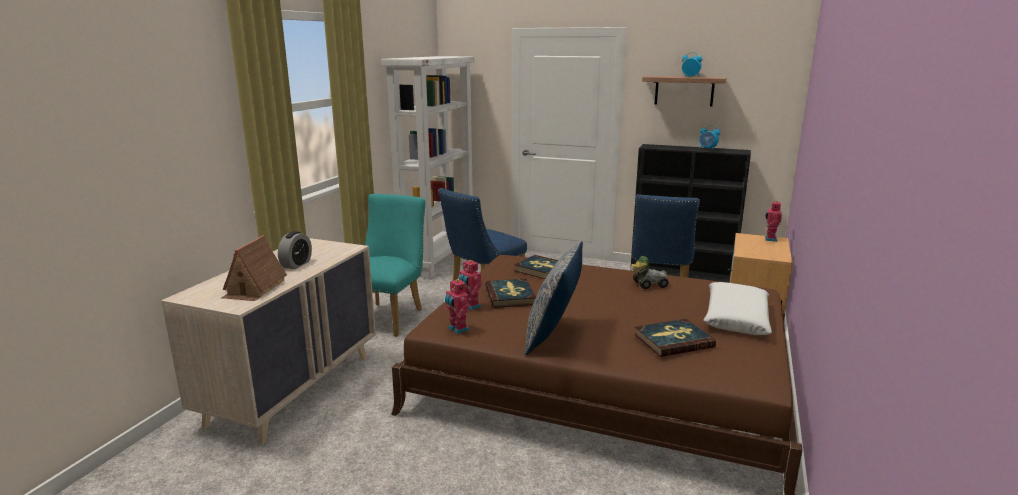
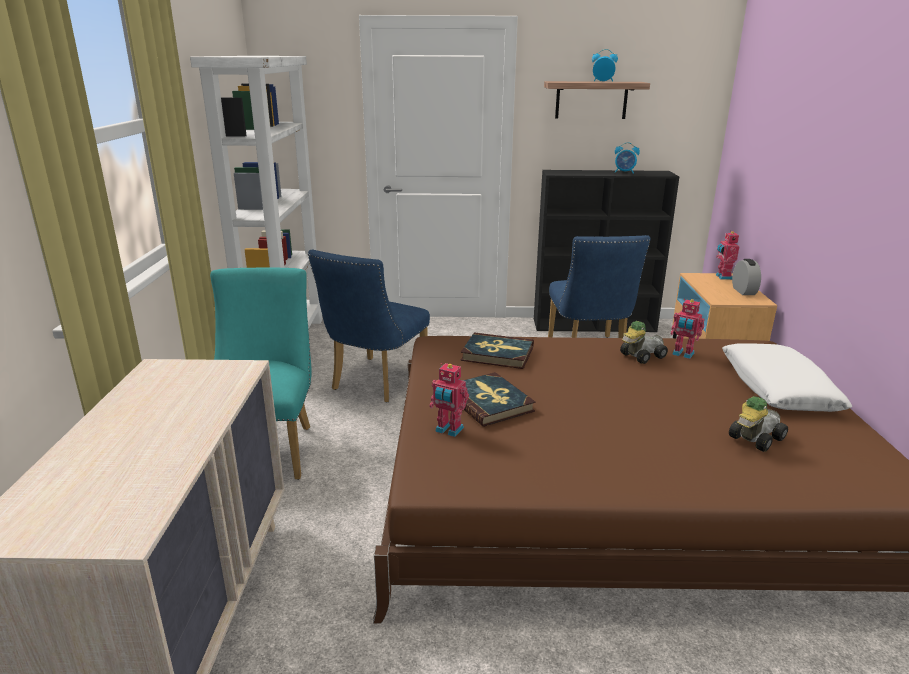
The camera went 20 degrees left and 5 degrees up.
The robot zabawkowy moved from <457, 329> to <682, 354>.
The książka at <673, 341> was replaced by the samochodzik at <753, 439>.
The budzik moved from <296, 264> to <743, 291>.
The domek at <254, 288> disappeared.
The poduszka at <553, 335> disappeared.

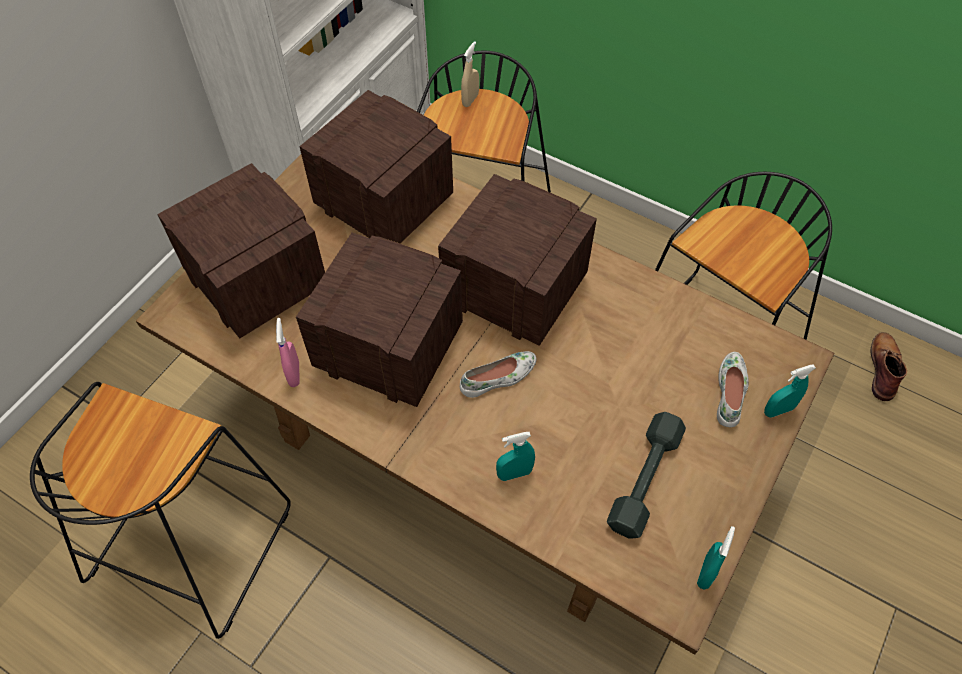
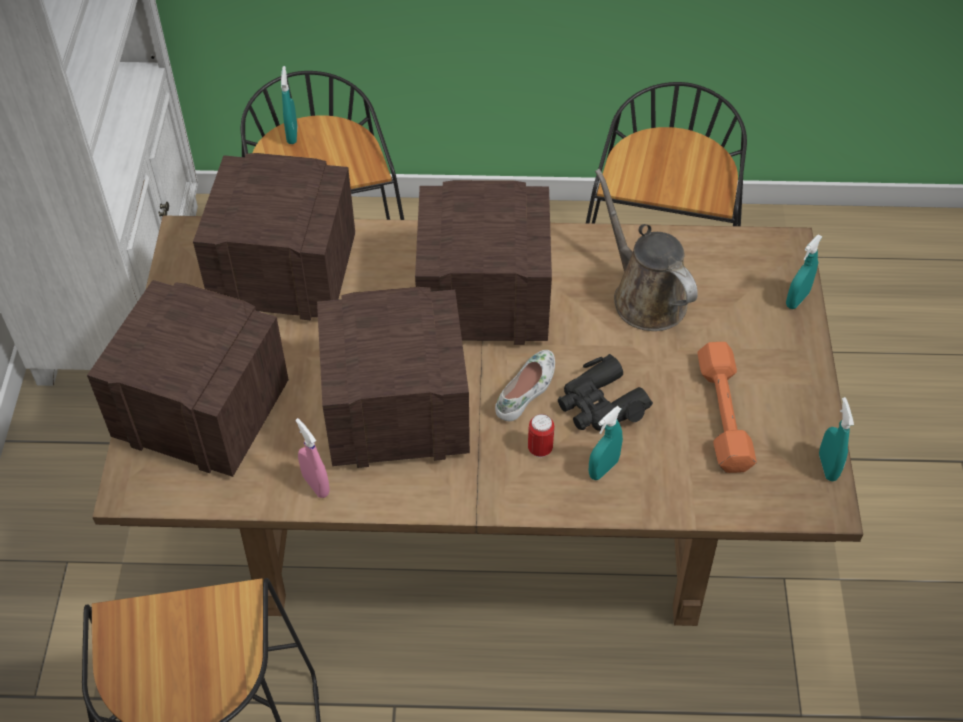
The camera went 30 degrees left and 5 degrees down.
The spryskiwacz (beżowy) at <470, 100> became the spryskiwacz (turkusowy) at <292, 135>.
The puszka at <540, 449> appeared.
The lornetka (czarny) at <600, 404> appeared.
The konewka (brązowy) at <644, 296> appeared.
The hantel (szary) at <644, 478> became the hantel (pomarańczowy) at <723, 414>.
The but (biały) at <731, 392> disappeared.
The but z cholewką (brązowy) at <883, 367> disappeared.

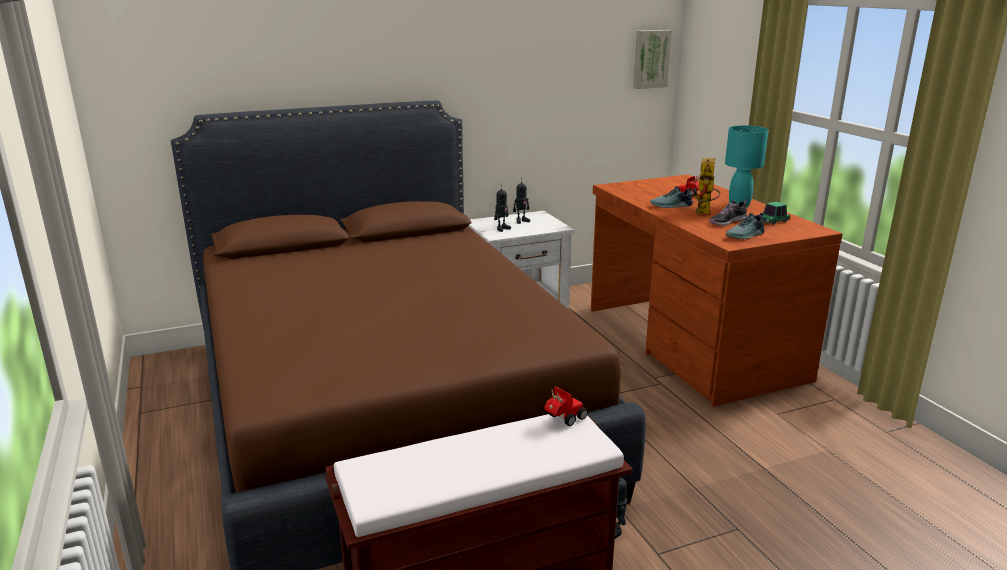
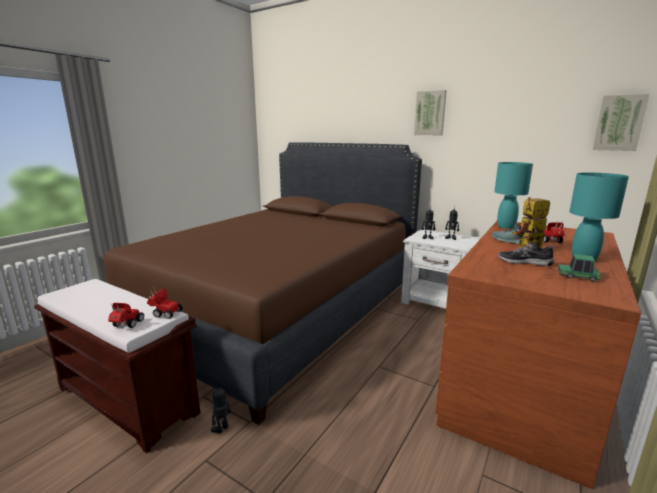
The camera went 55 degrees right and 5 degrees down.
The samochodzik at <126, 325> appeared.
The obraz at <430, 113> appeared.
The lampa stołowa (turkusowy) at <505, 227> appeared.
The but at <746, 236> disappeared.

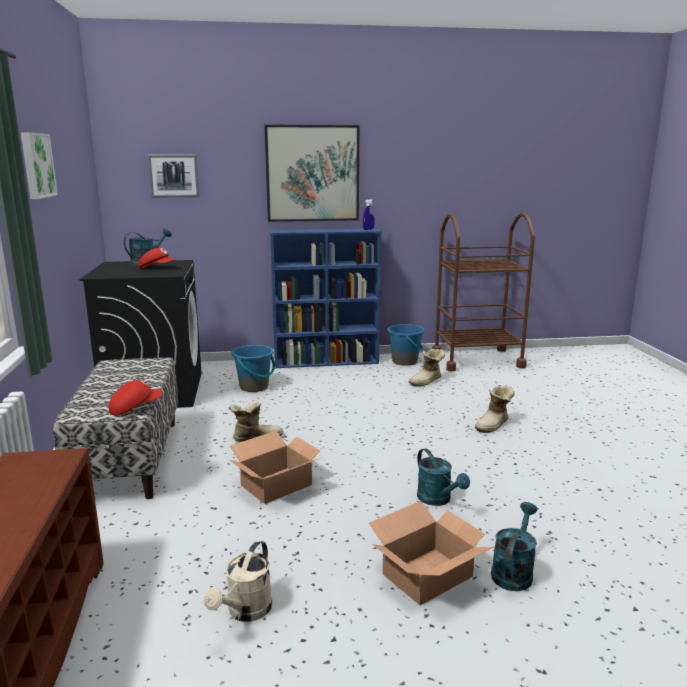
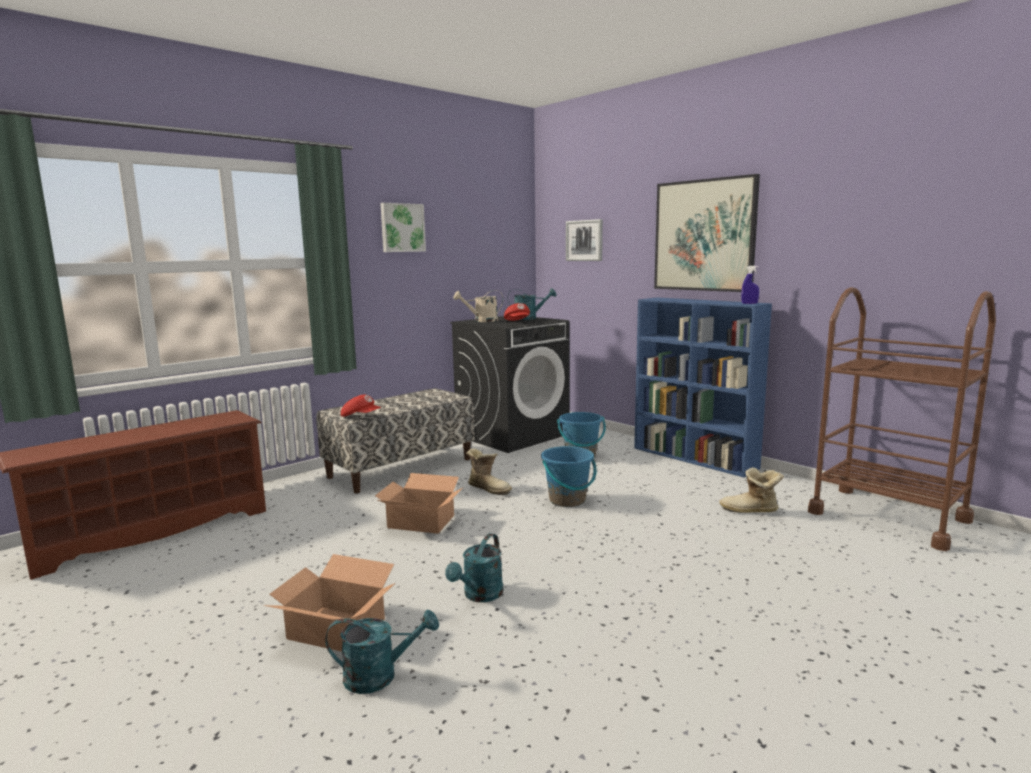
The camera went 55 degrees right and 5 degrees down.
The konewka (beżowy) moved from <245, 612> to <481, 321>.
The wiadro (niebieski) moved from <405, 361> to <567, 500>.
The but z cholewką at <494, 425> disappeared.

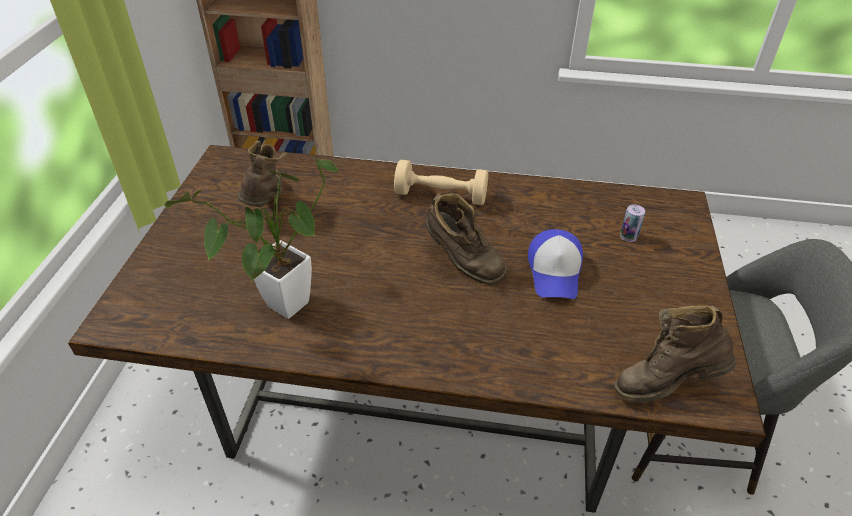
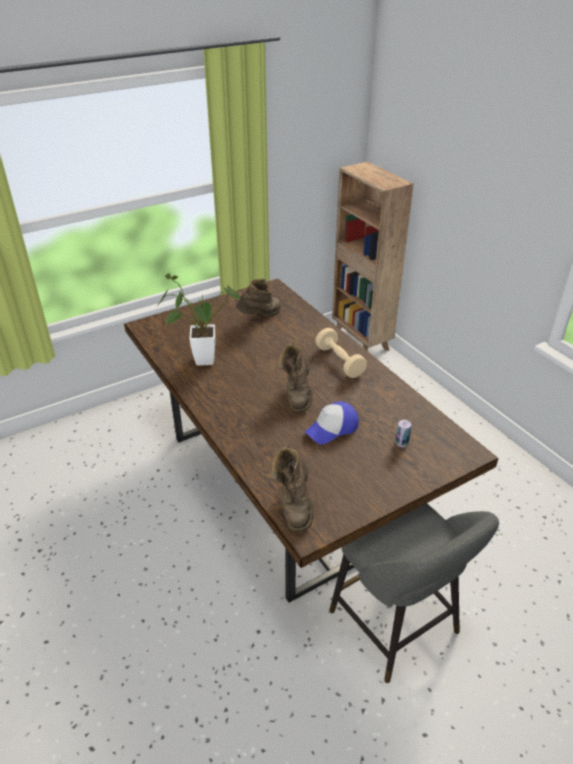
The camera went 50 degrees right and 5 degrees down.
The but z cholewką (brązowy) at <665, 384> turned 135 degrees counterclockwise.

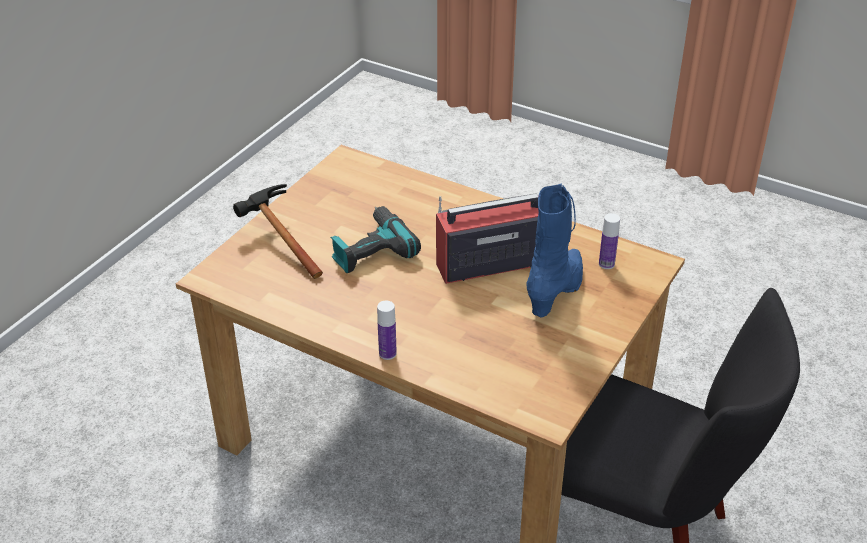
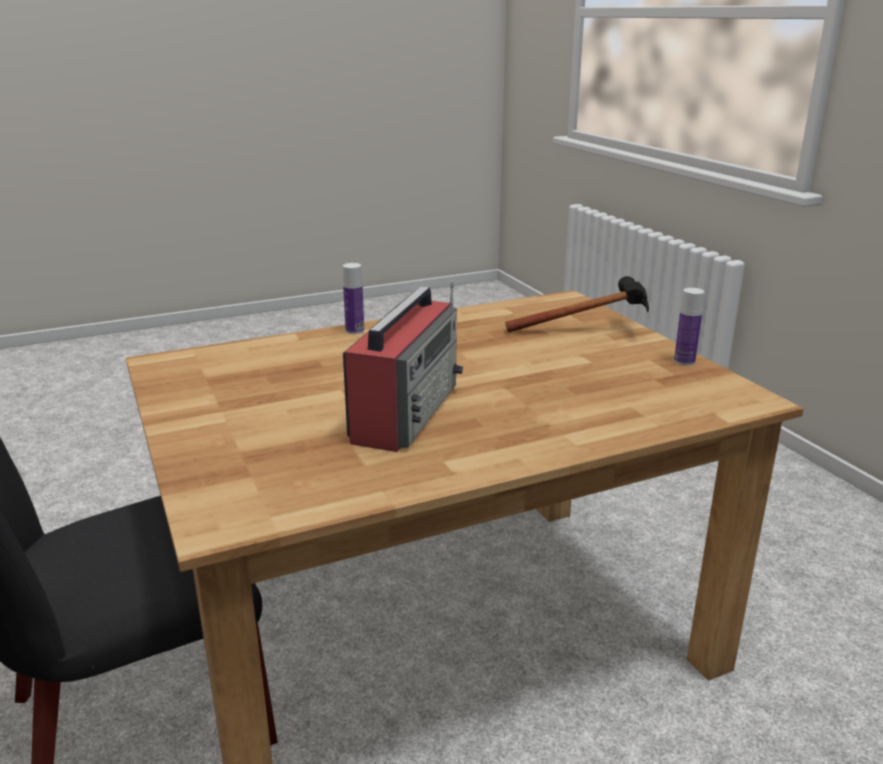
The camera went 125 degrees right and 15 degrees down.
The butelka moved from <606, 264> to <684, 361>.
The wiertarka at <370, 249> disappeared.
The but z cholewką (niebieski) at <557, 291> disappeared.

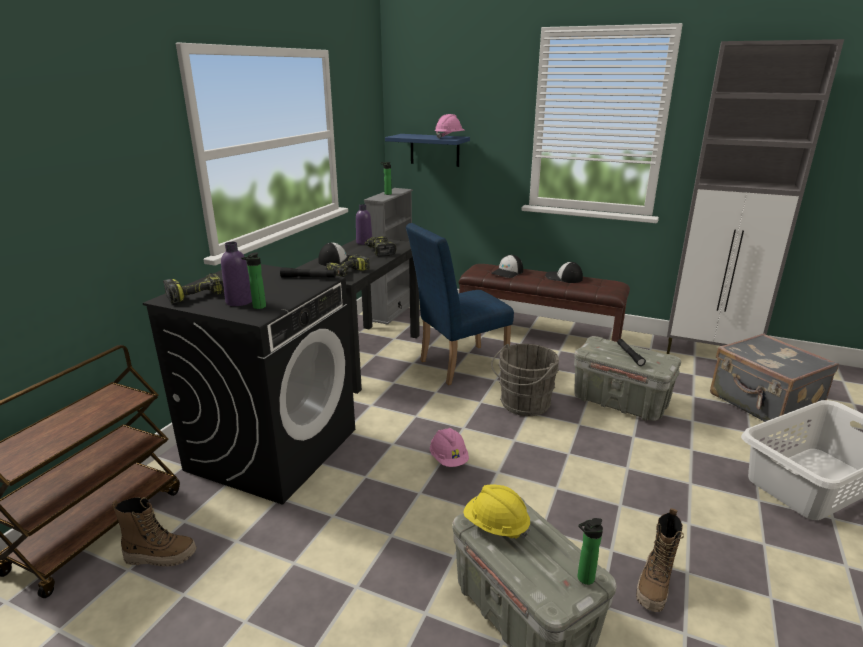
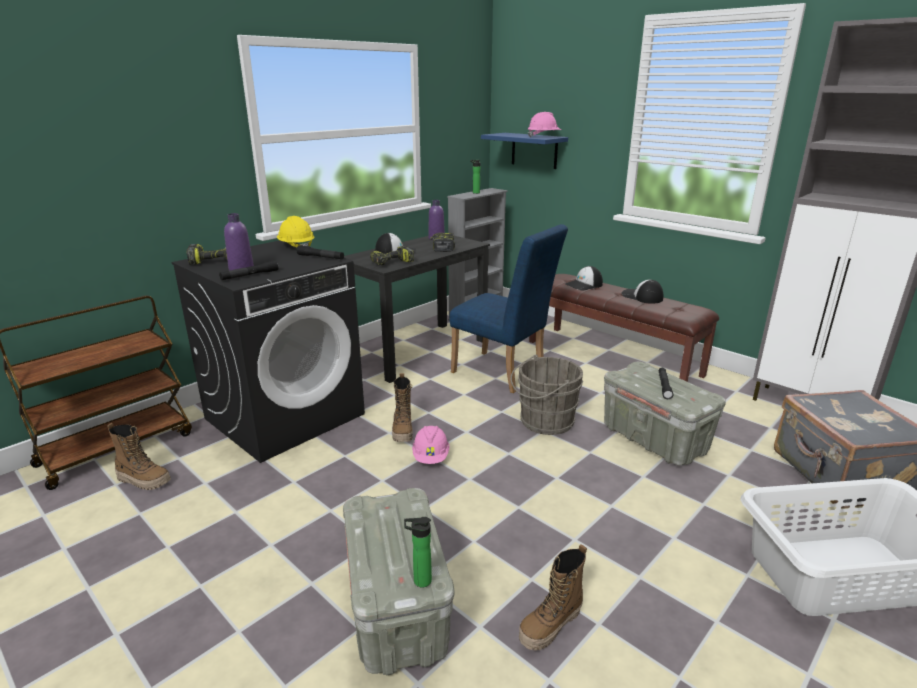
The camera went 20 degrees right and 0 degrees up.
The butelka at <258, 307> was replaced by the latarka (czarny) at <250, 275>.
The kask (żółty) moved from <496, 526> to <296, 246>.
The but z cholewką at <403, 431> appeared.
The krzesło (niebieski) at <457, 365> turned 135 degrees counterclockwise.

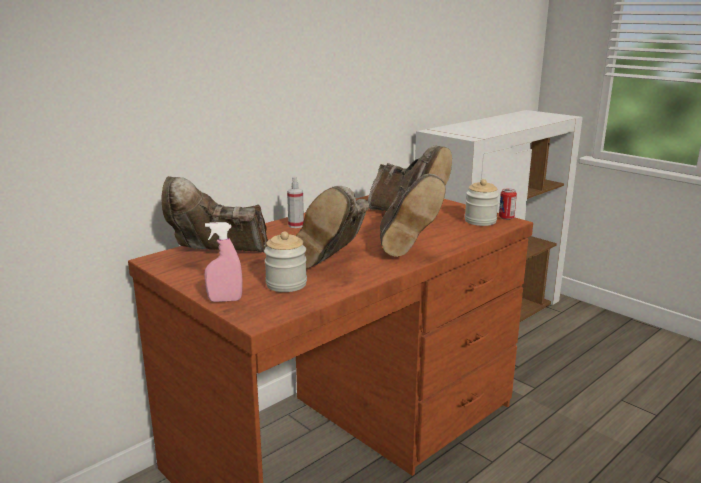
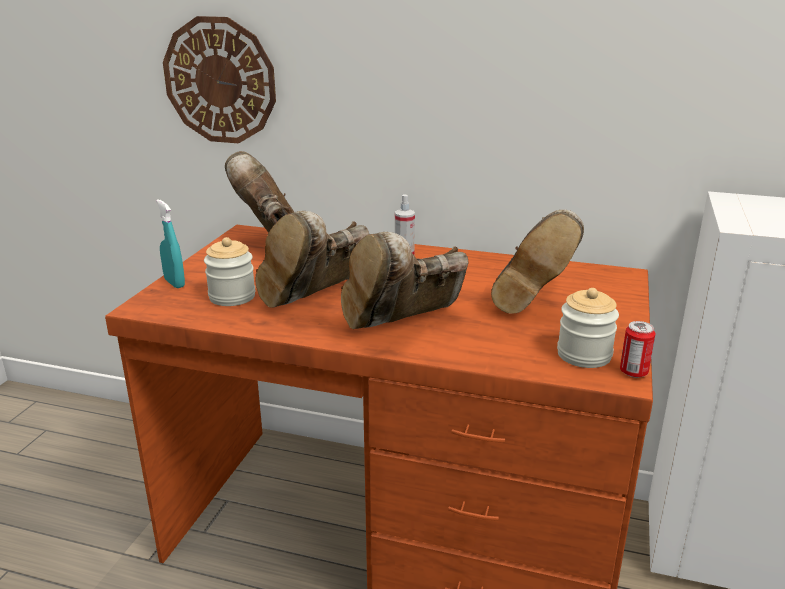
The camera went 60 degrees right and 5 degrees up.
The spryskiwacz (różowy) at <225, 300> became the spryskiwacz (turkusowy) at <174, 283>.
The zegar ścienny at <220, 81> appeared.
The but z cholewką (brązowy) at <333, 261> turned 45 degrees counterclockwise.

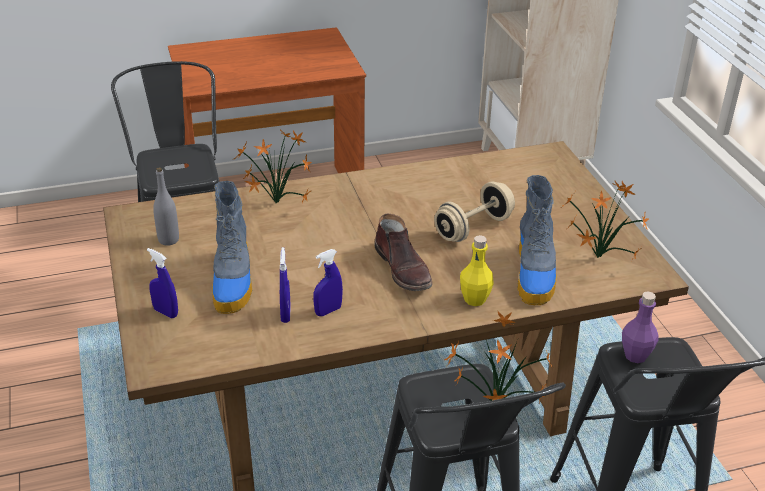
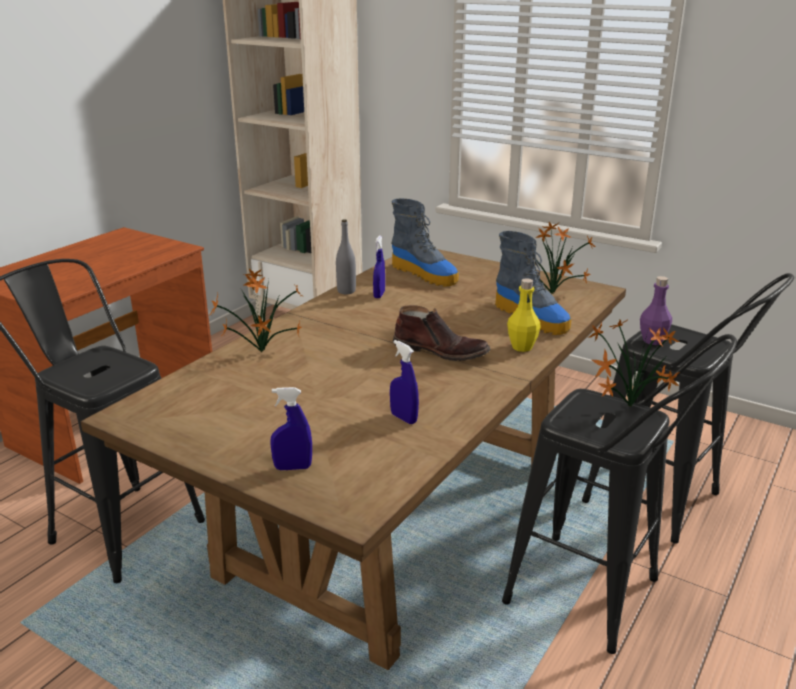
The camera went 40 degrees left and 10 degrees down.
The butelka (szary) moved from <168, 240> to <346, 291>.
The spryskiwacz (niebieski) moved from <328, 311> to <379, 295>.
The but z cholewką moved from <233, 282> to <425, 274>.
The hantel (beżowy) at <473, 228> disappeared.

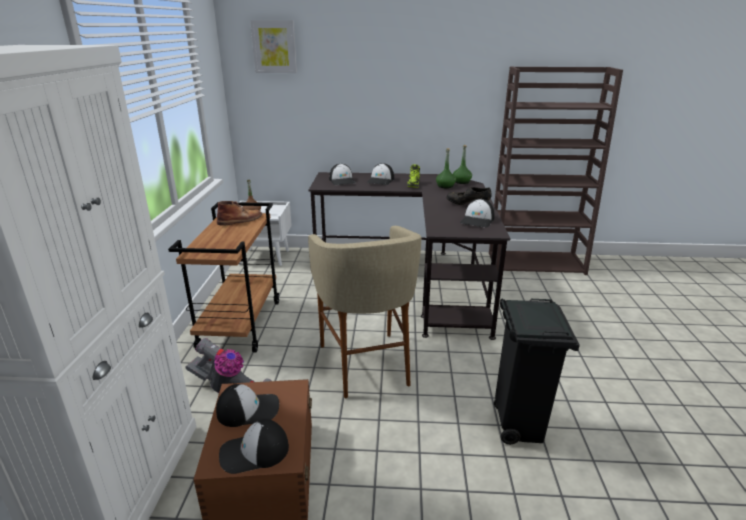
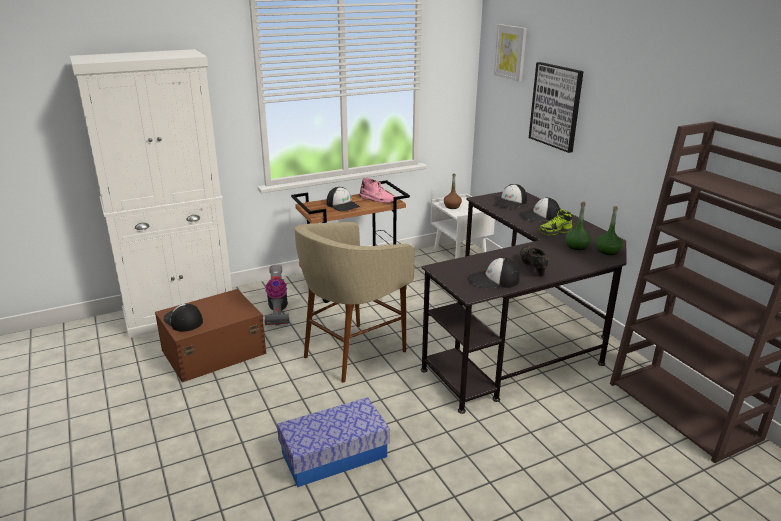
The camera went 60 degrees right and 0 degrees up.
The kosz na śmieci (czarny) at <518, 426> was replaced by the pojemnik do przechowywania at <334, 455>.
The czapka z daszkiem moved from <248, 409> to <343, 205>.
The but z cholewką (brązowy) at <240, 220> became the but z cholewką (różowy) at <378, 199>.
The obraz at <556, 106> appeared.

